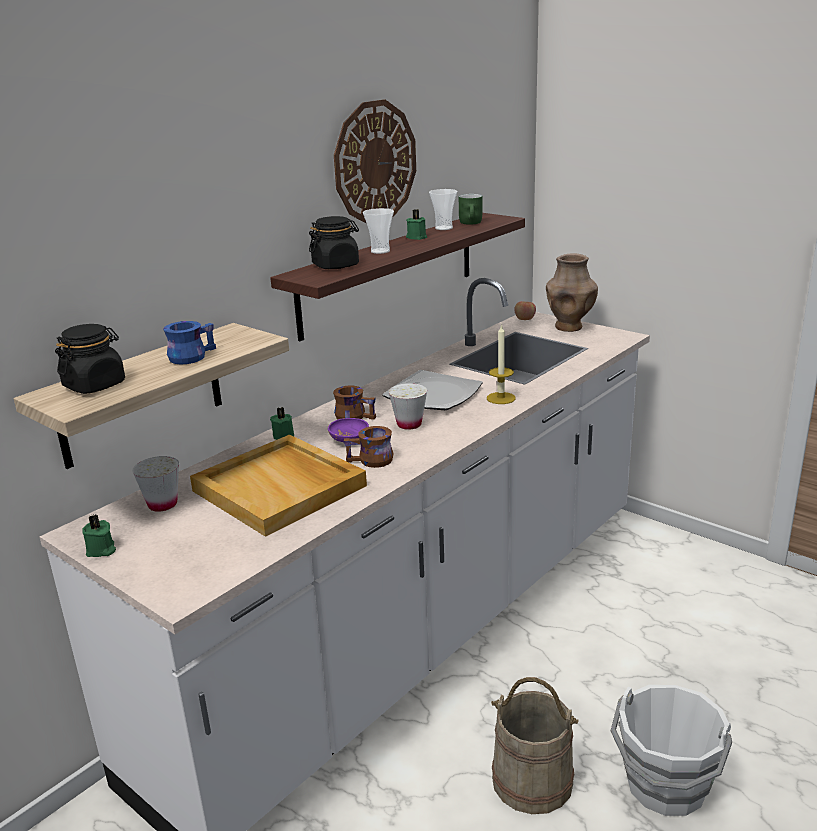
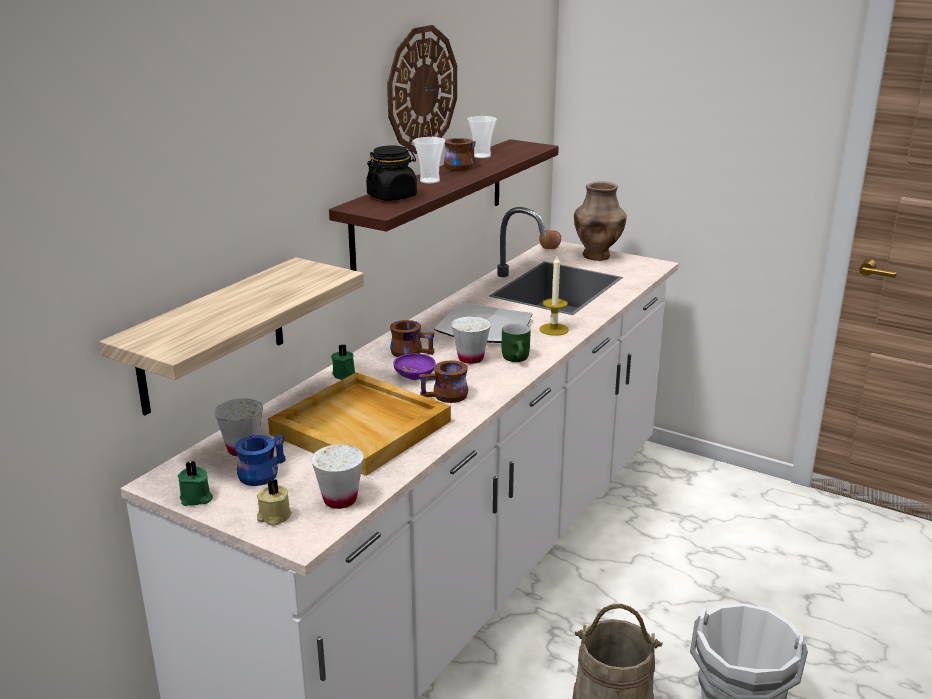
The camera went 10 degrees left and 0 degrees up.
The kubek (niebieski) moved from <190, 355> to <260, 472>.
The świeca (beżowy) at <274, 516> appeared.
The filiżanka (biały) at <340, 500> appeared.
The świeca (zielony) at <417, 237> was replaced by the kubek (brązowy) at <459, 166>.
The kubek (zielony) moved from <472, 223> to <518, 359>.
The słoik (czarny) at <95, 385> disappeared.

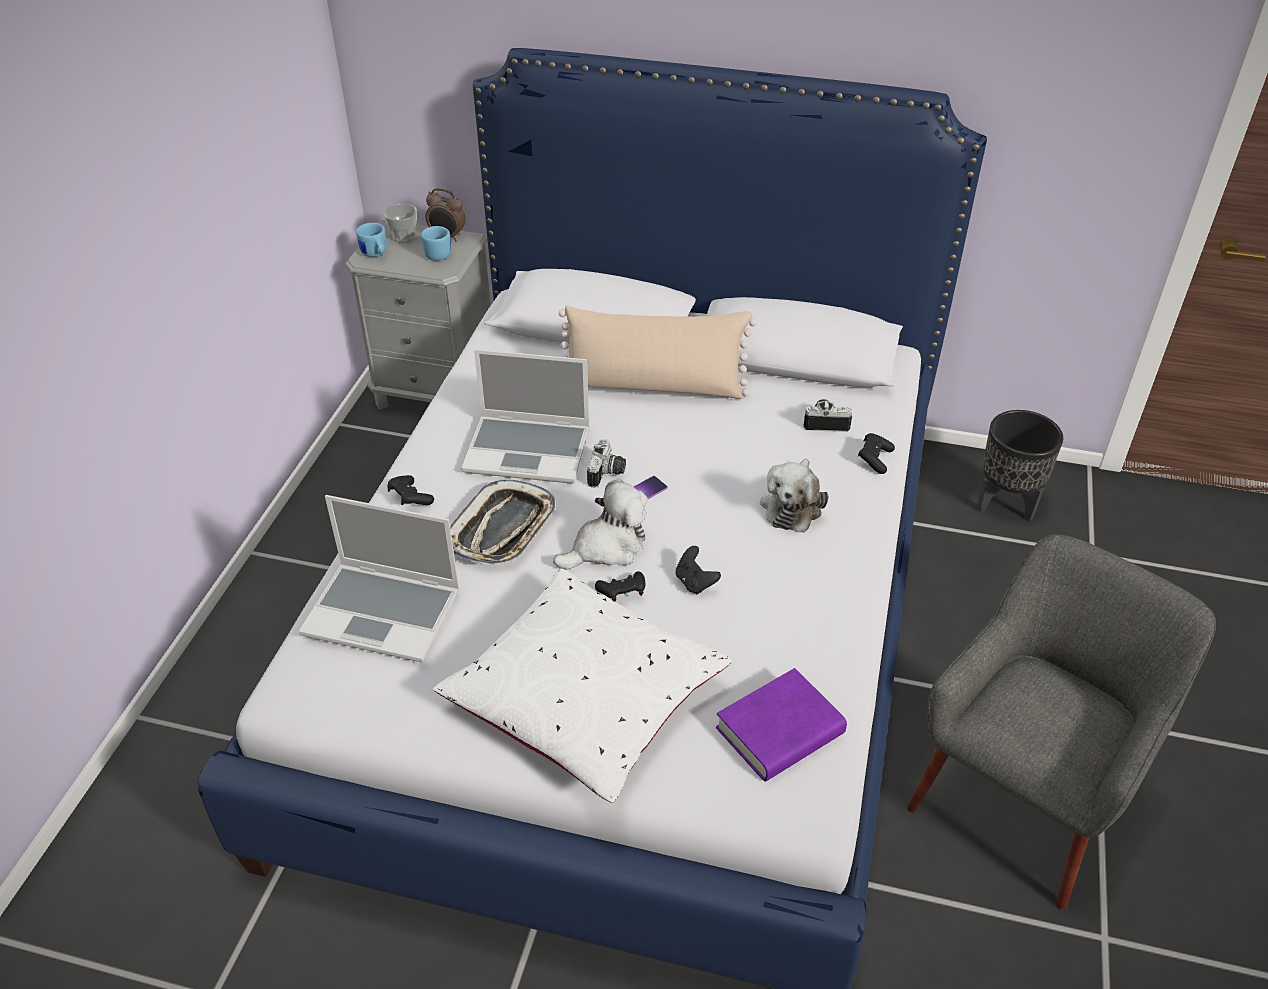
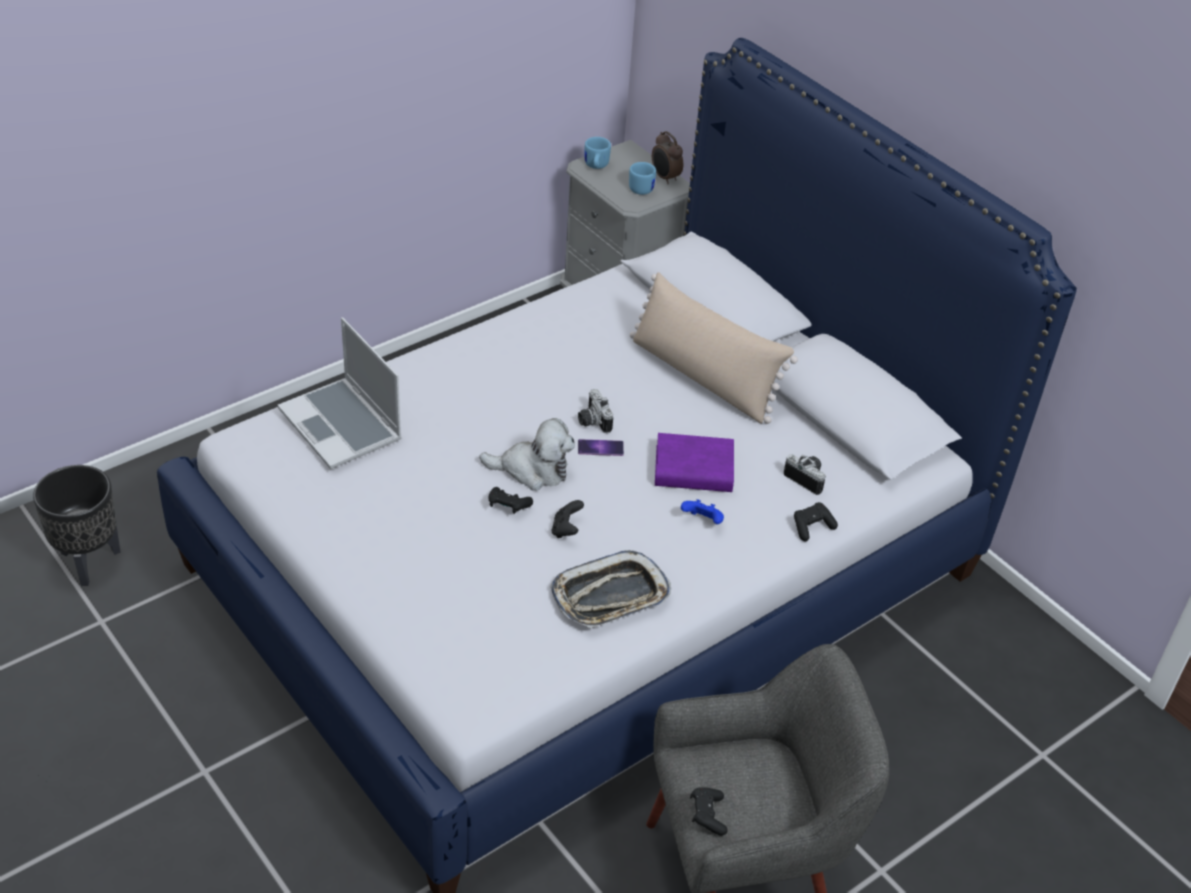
The camera went 35 degrees right and 0 degrees up.
The donica (czarny) moved from <1006, 505> to <88, 563>.
The taca moved from <503, 529> to <610, 596>.
The aparat fotograficzny at <608, 474> turned 105 degrees clockwise.
The książka (fioletowy) moved from <780, 731> to <693, 470>.
The pluszak at <792, 505> was replaced by the pad do gier (niebieski) at <702, 521>.
The pad do gier (czarny) moved from <410, 498> to <707, 815>.
The filiżanka at <404, 237> disappeared.
The poduszka (biały) at <584, 699> disappeared.
The laptop at <529, 450> disappeared.

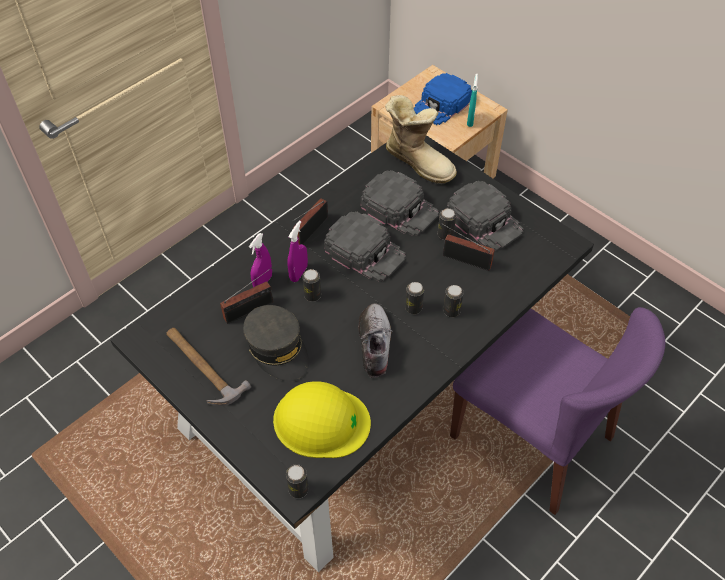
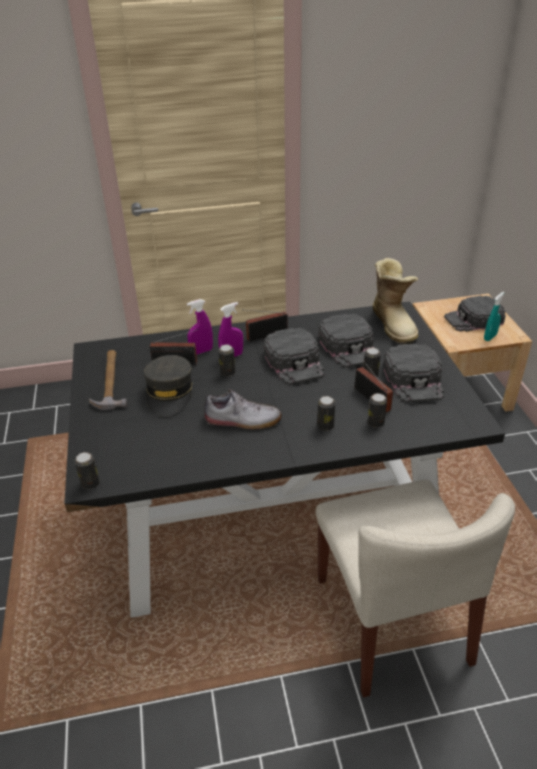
The camera went 35 degrees right and 15 degrees down.
The but at <375, 343> turned 60 degrees clockwise.
The krzesło (fioletowy) at <532, 437> became the krzesło (beżowy) at <392, 621>.
The puszka moved from <413, 308> to <375, 423>.
The czapka z daszkiem (niebieski) at <442, 104> became the czapka z daszkiem (czarny) at <473, 319>.
The kask (żółty) at <321, 421> disappeared.

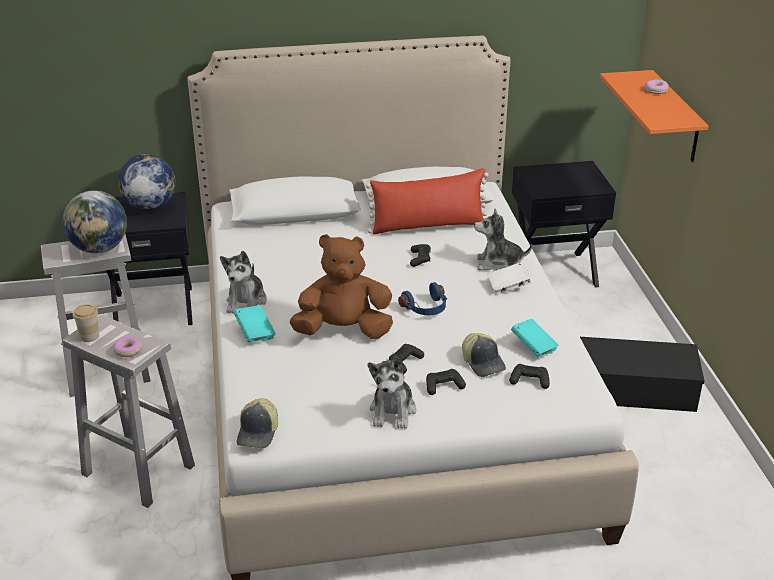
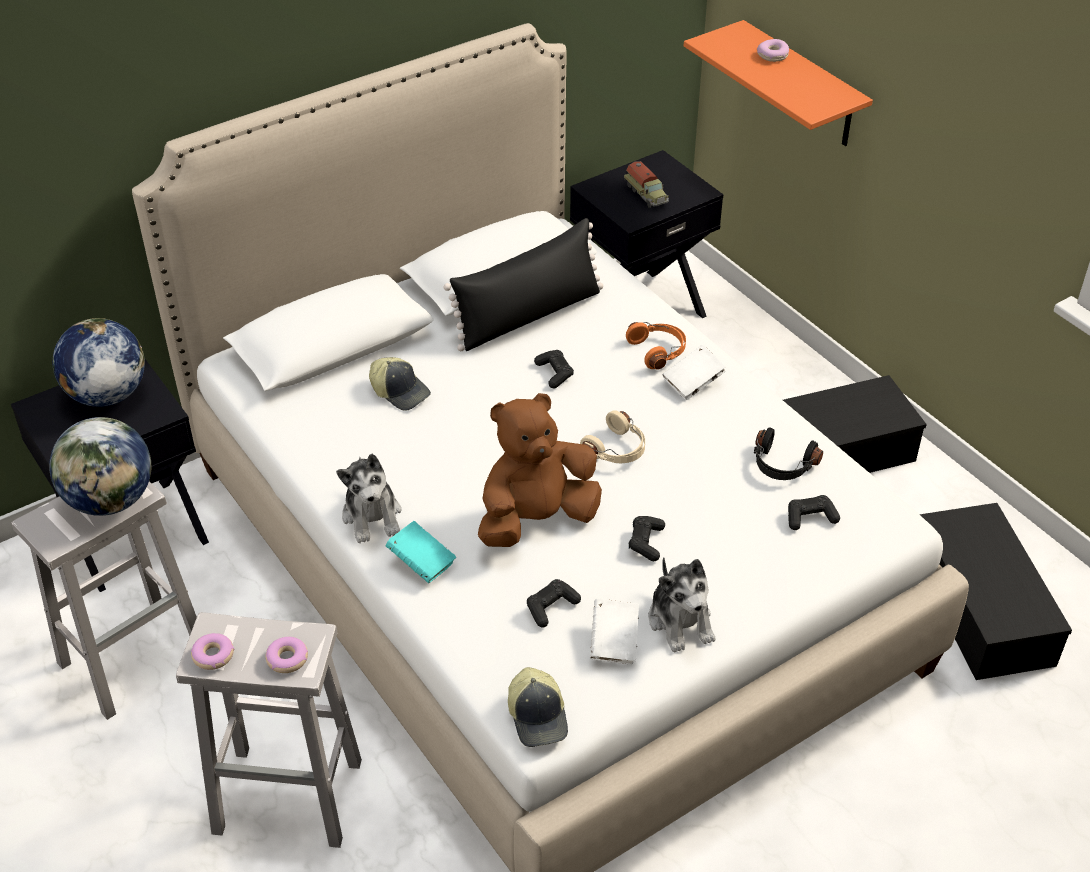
The camera went 25 degrees left and 10 degrees up.
The filiżanka at <89, 336> was replaced by the donut at <213, 656>.
The czapka z daszkiem moved from <483, 362> to <400, 391>.
The poduszka (czerwony) at <428, 226> became the poduszka (czarny) at <529, 316>.
The pad do gier (czarny) moved from <443, 386> to <551, 607>.
The słuchawki (niebieski) at <426, 308> became the słuchawki (beżowy) at <616, 450>.
The książka (biały) at <614, 642> appeared.
The ciężarówka zabawkowa at <646, 194> appeared.
The pluszak at <499, 264> was replaced by the słuchawki (pomarańczowy) at <658, 351>.
The książka (turkusowy) at <533, 347> was replaced by the słuchawki (czarny) at <782, 466>.
The pojemnik do przechowywania (czarny) at <983, 609> appeared.

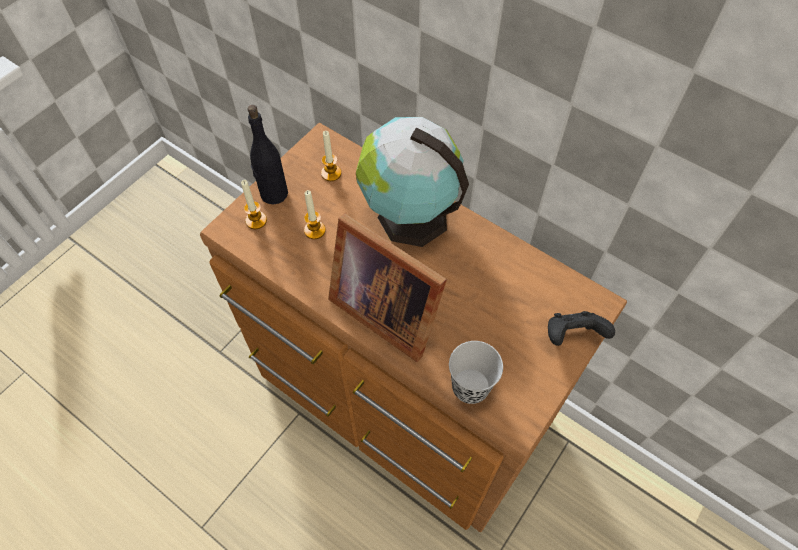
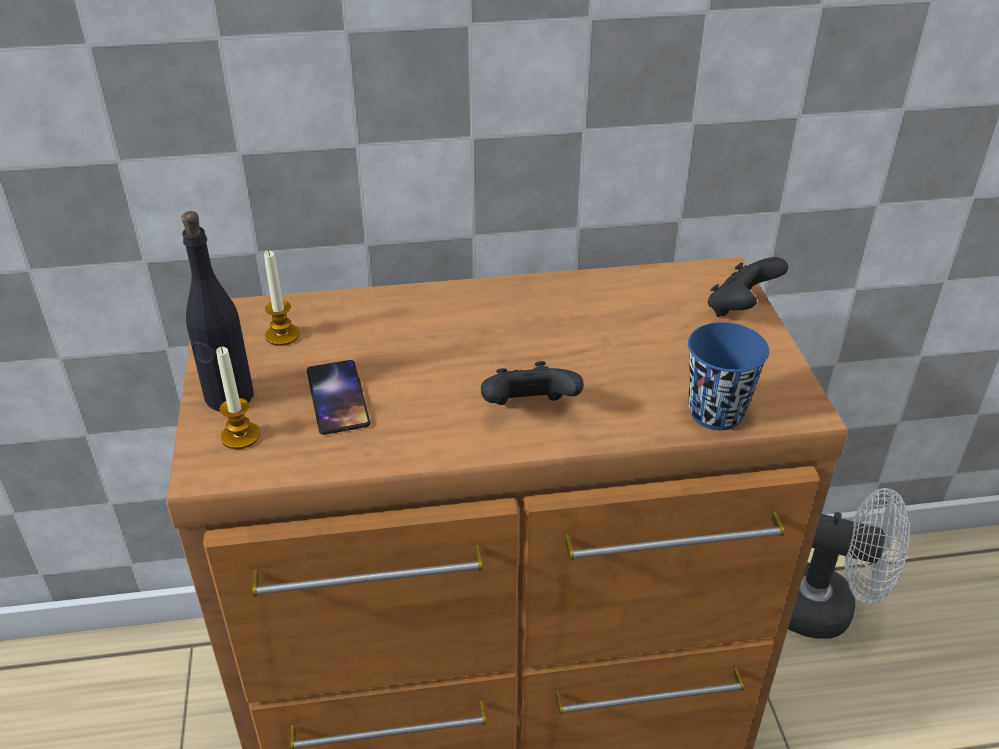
The camera went 45 degrees left and 20 degrees down.
The świeca at <314, 230> was replaced by the telefon at <338, 397>.
The ramka na zdjęcie at <385, 307> was replaced by the pad do gier (czarny) at <529, 410>.
The filiżanka (czarny) at <470, 387> became the filiżanka (niebieski) at <716, 413>.
The wentylator (biały) at <826, 610> appeared.
The globus at <409, 216> disappeared.

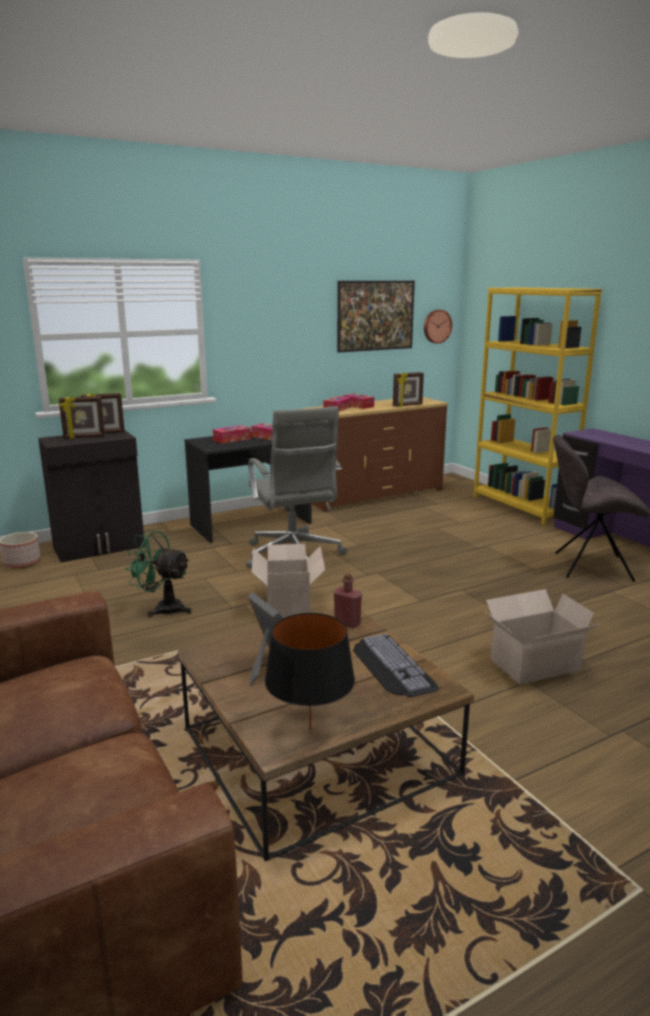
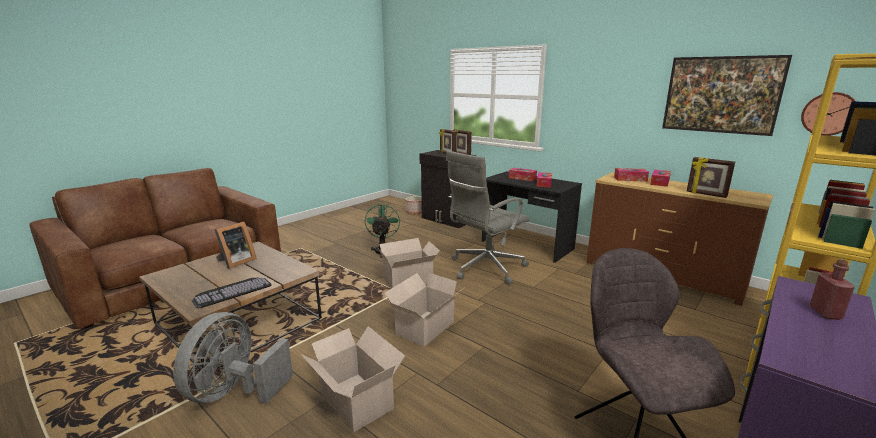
The camera went 70 degrees right and 0 degrees up.
The wentylator (szary) at <234, 392> appeared.
The karton at <423, 328> appeared.
The butelka (czerwony) moved from <347, 623> to <825, 313>.
The lampa stołowa (czarny) at <310, 729> disappeared.

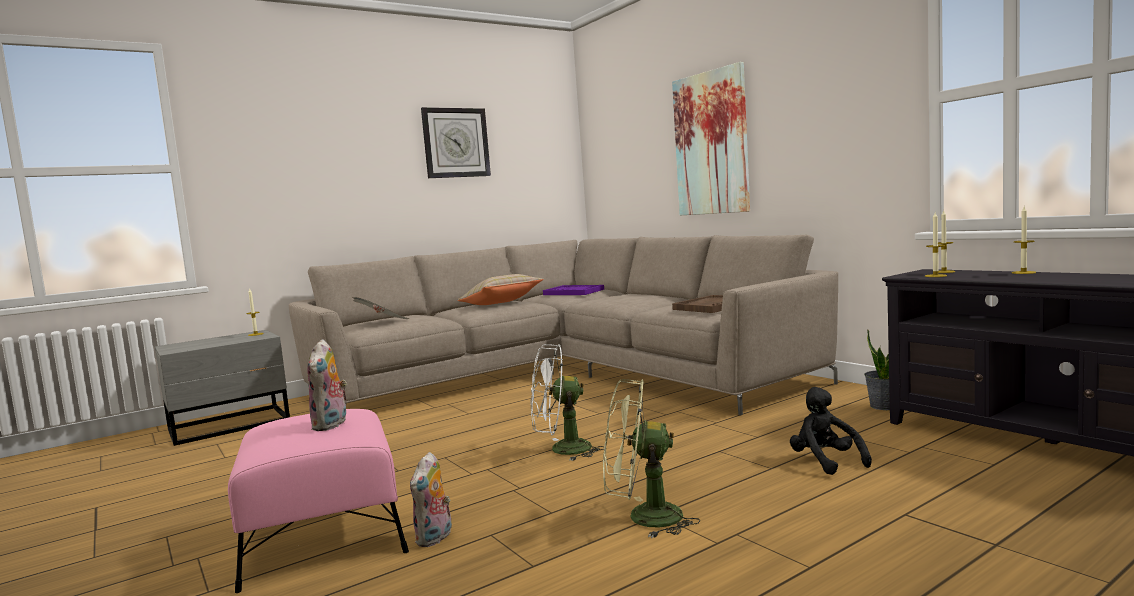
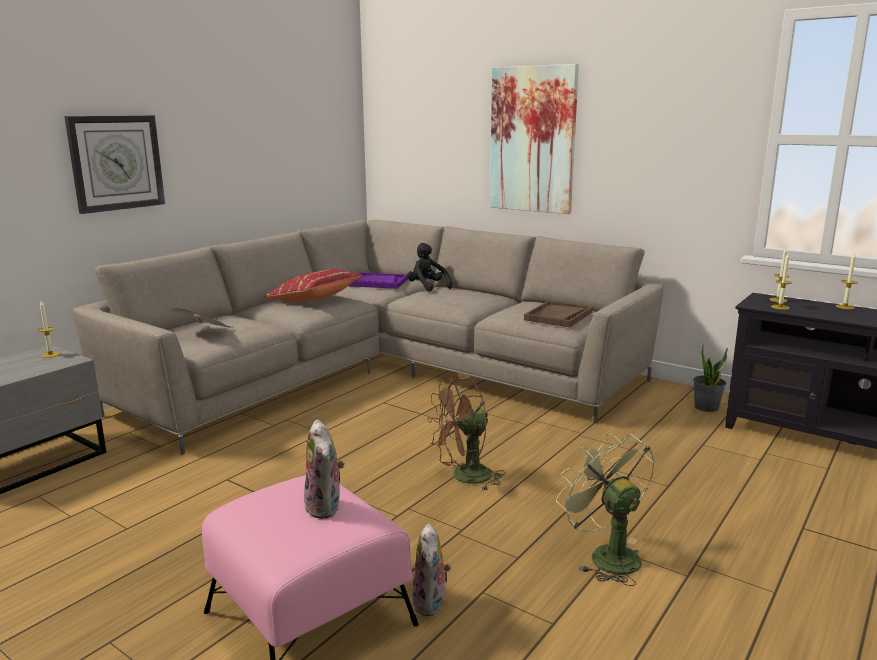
The camera went 20 degrees left and 10 degrees up.
The zegar ścienny moved from <456, 143> to <116, 163>.
The poduszka (beżowy) at <501, 304> became the poduszka (czerwony) at <314, 300>.
The pluszak (czarny) moved from <825, 462> to <427, 287>.
The wentylator (biały) at <562, 450> became the wentylator (brązowy) at <464, 478>.
The wentylator (zielony) at <643, 518> turned 75 degrees clockwise.

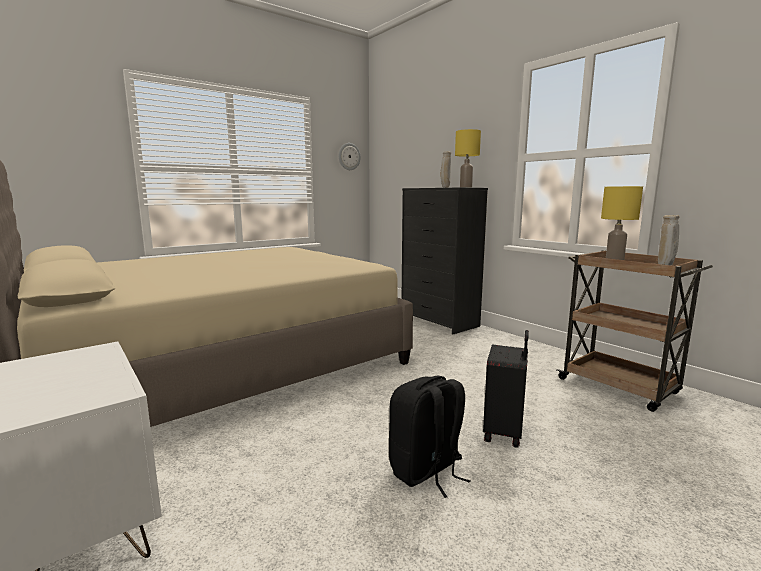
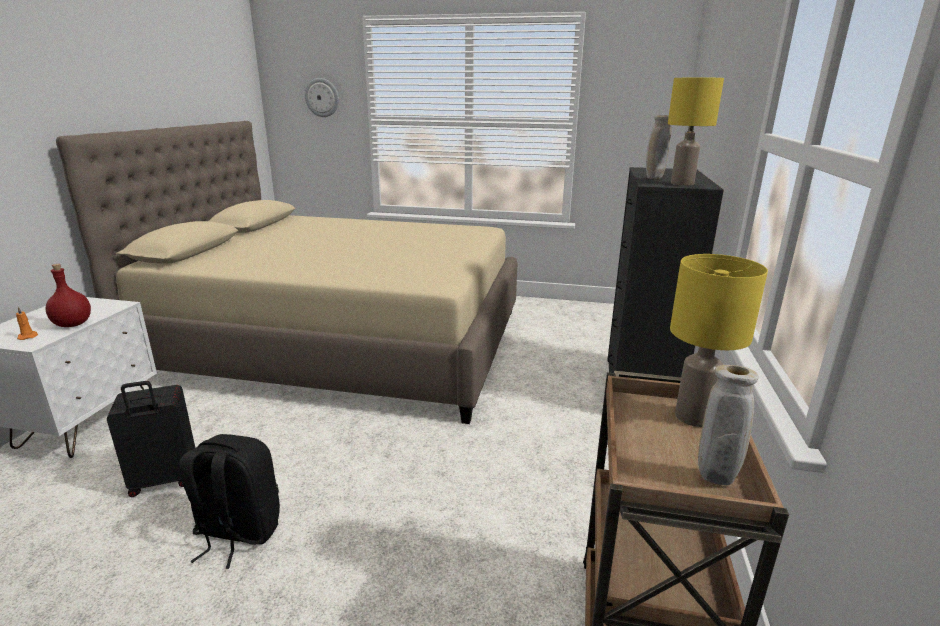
The camera went 50 degrees right and 10 degrees up.
The świeca (pomarańczowy) at <28, 336> appeared.
The butelka (czerwony) at <73, 324> appeared.
The walizka (czarny) moved from <504, 432> to <164, 481>.
The zegar ścienny moved from <349, 156> to <322, 97>.

